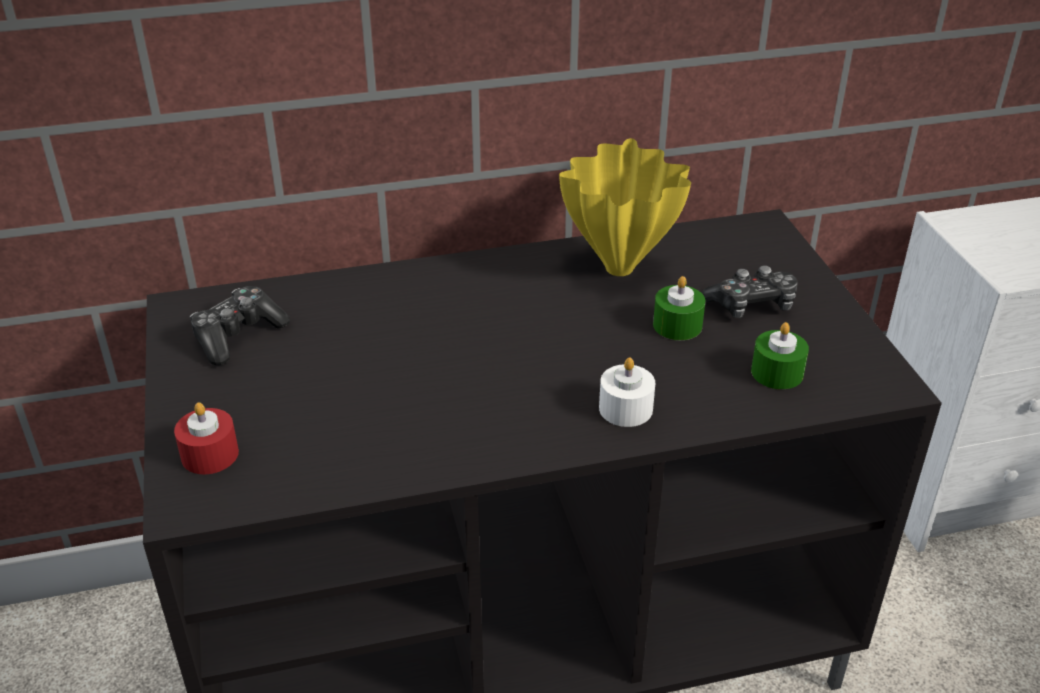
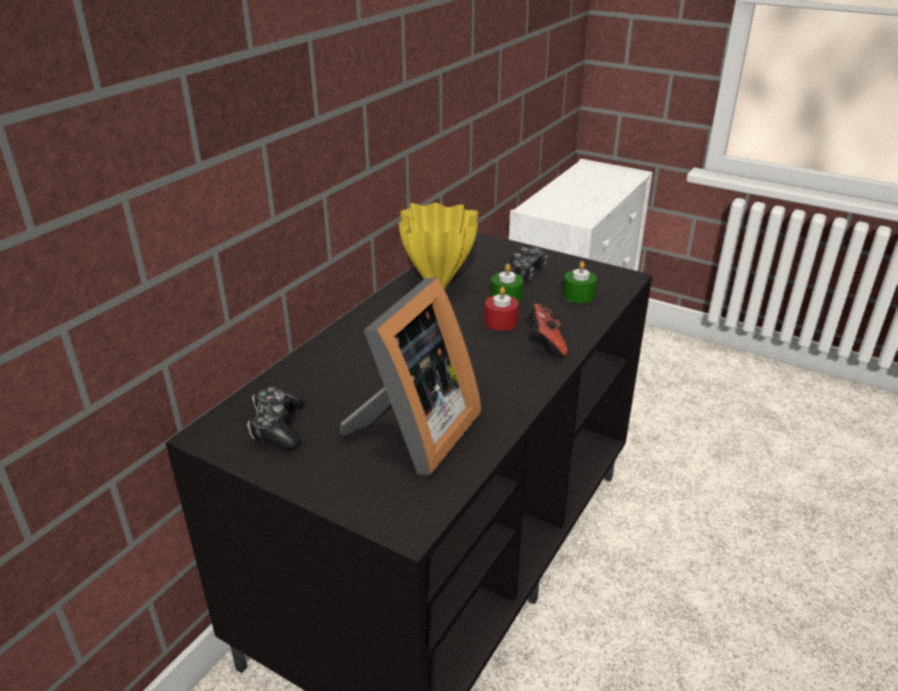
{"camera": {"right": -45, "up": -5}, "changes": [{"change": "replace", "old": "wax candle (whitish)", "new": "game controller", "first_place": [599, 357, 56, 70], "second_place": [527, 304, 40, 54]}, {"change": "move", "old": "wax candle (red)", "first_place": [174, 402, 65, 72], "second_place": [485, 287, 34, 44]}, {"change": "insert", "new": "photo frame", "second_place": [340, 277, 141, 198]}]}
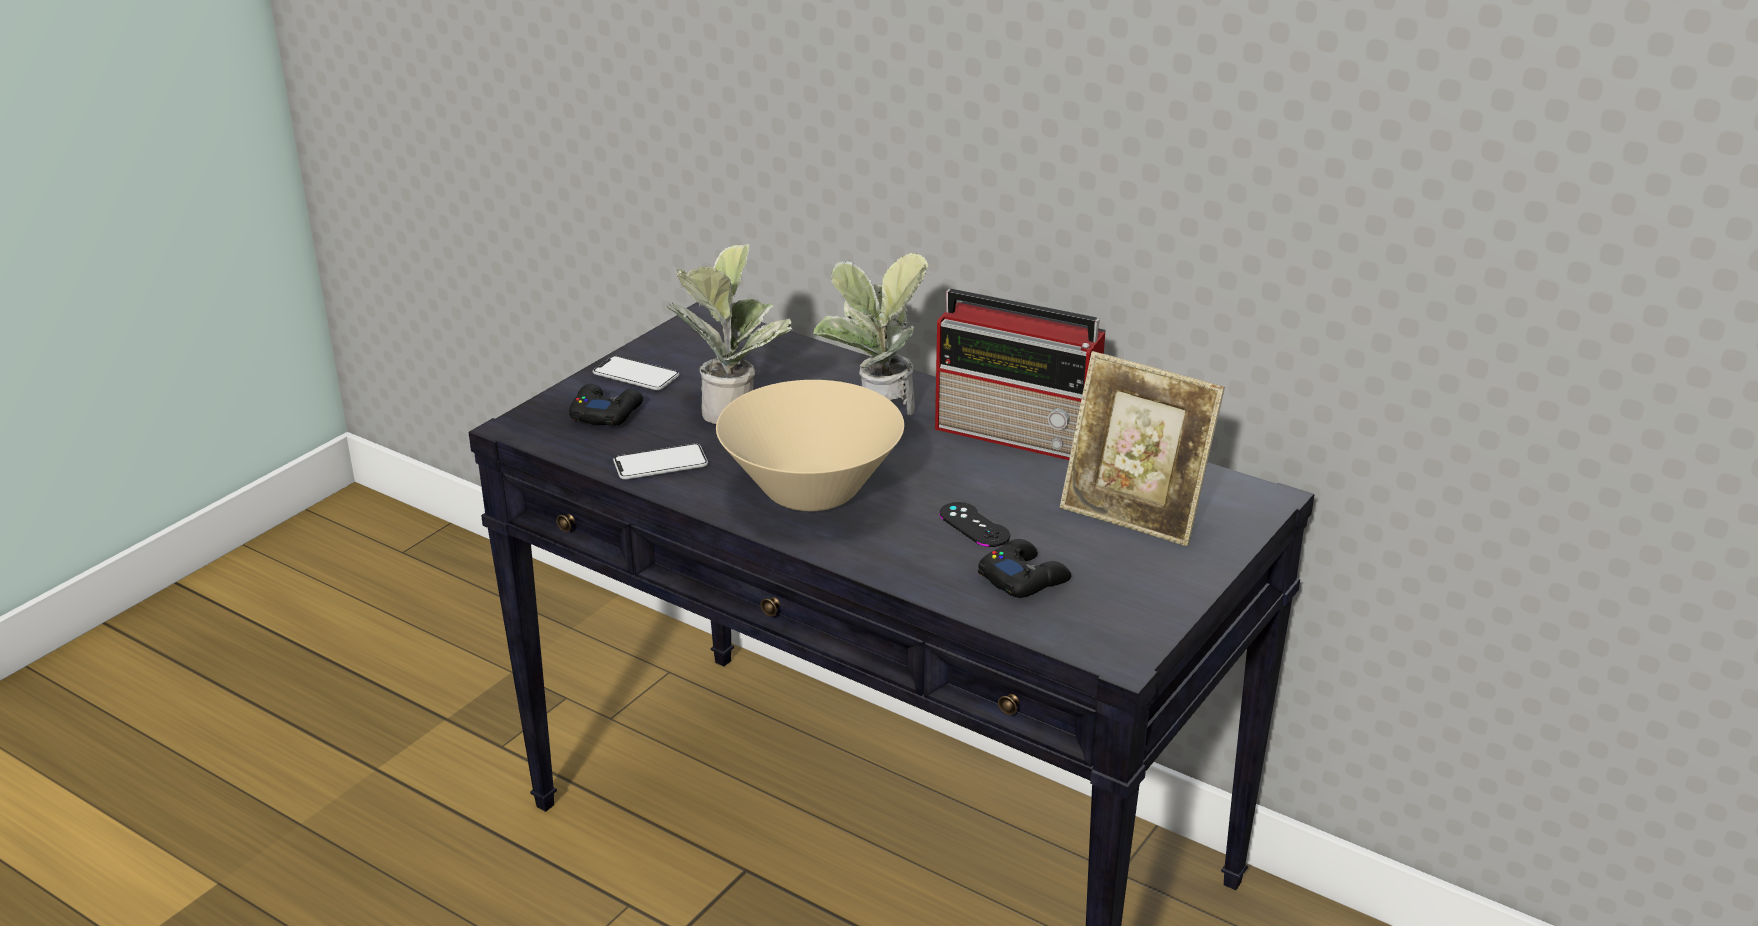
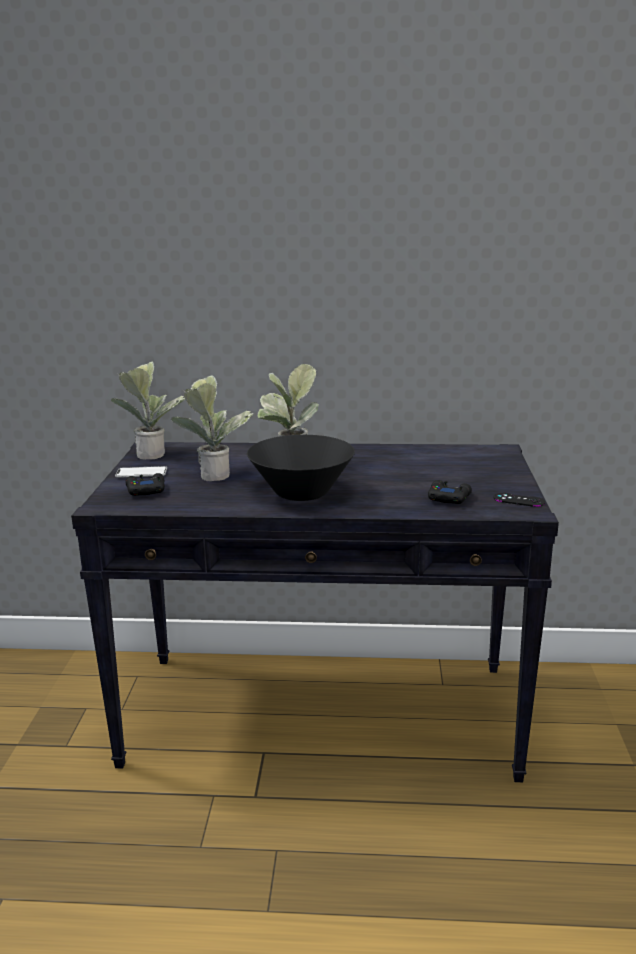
{"camera": {"right": -30, "up": -10}, "changes": [{"change": "delete", "old": "radio receiver", "first_place": [935, 289, 170, 171]}, {"change": "delete", "old": "photo frame", "first_place": [1060, 351, 165, 195]}, {"change": "recolor", "old": "bowl (sand-coloured)", "new": "bowl (black-coloured)", "first_place": [716, 380, 188, 131], "second_place": [247, 435, 108, 66]}, {"change": "delete", "old": "phone", "first_place": [613, 444, 95, 36]}, {"change": "move", "old": "game controller (black-coloured)", "first_place": [940, 502, 70, 45], "second_place": [493, 493, 52, 14]}, {"change": "insert", "new": "plant in a pot", "second_place": [111, 361, 74, 98]}]}
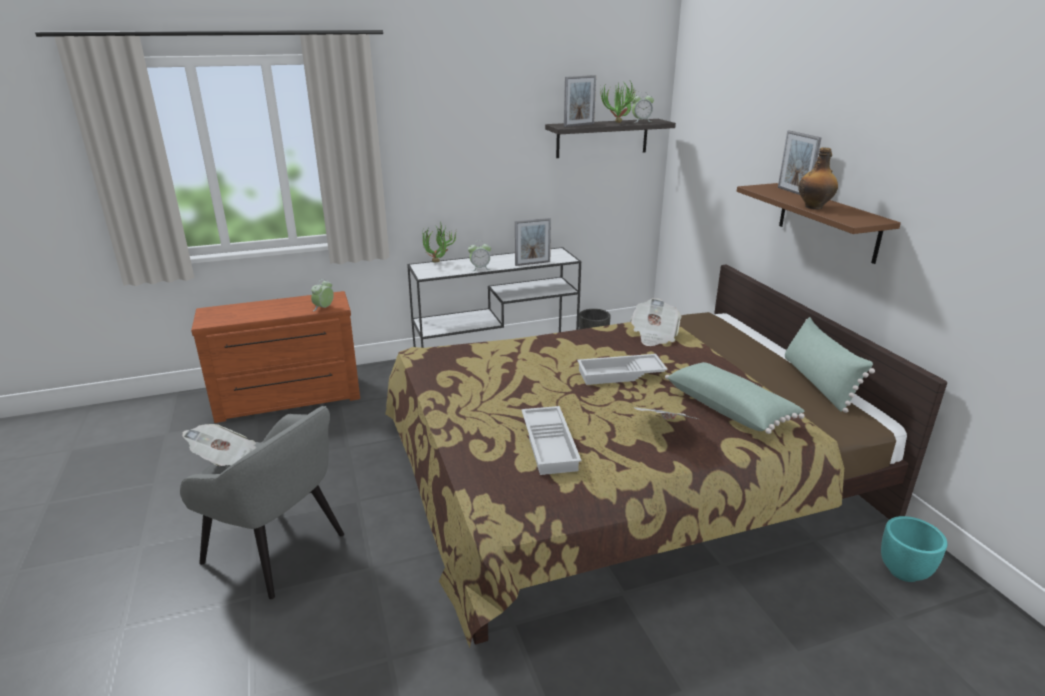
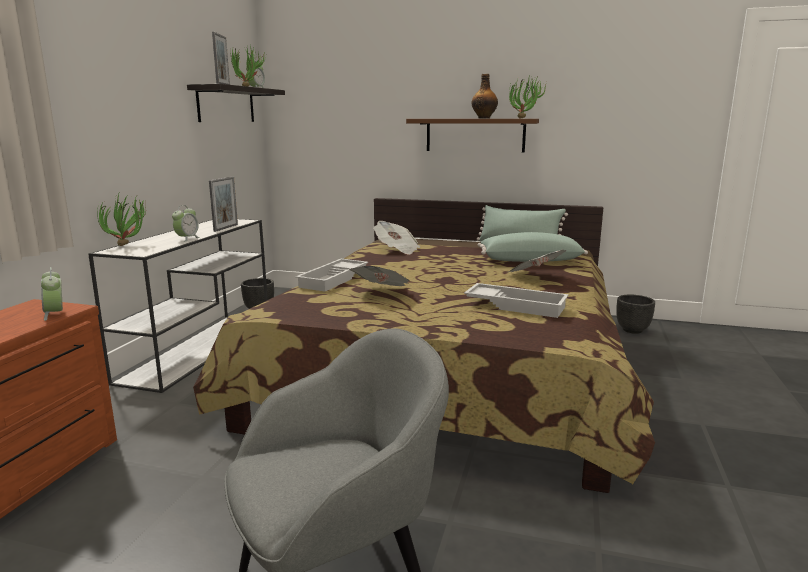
{"camera": {"right": -55, "up": -10}, "changes": [{"change": "delete", "old": "photo frame", "first_place": [778, 130, 44, 65]}, {"change": "move", "old": "carrying tray (whitish)", "first_place": [577, 354, 91, 31], "second_place": [295, 259, 73, 33]}, {"change": "move", "old": "printed paper", "first_place": [182, 424, 74, 42], "second_place": [349, 266, 61, 20]}, {"change": "recolor", "old": "plant pot (turquoise-coloured)", "new": "plant pot (black-coloured)", "first_place": [881, 516, 66, 66], "second_place": [616, 295, 39, 39]}, {"change": "insert", "new": "plant in a pot", "second_place": [509, 74, 37, 45]}]}
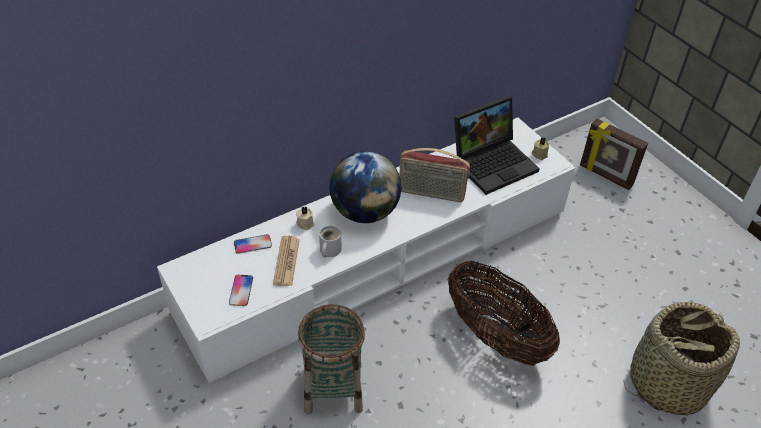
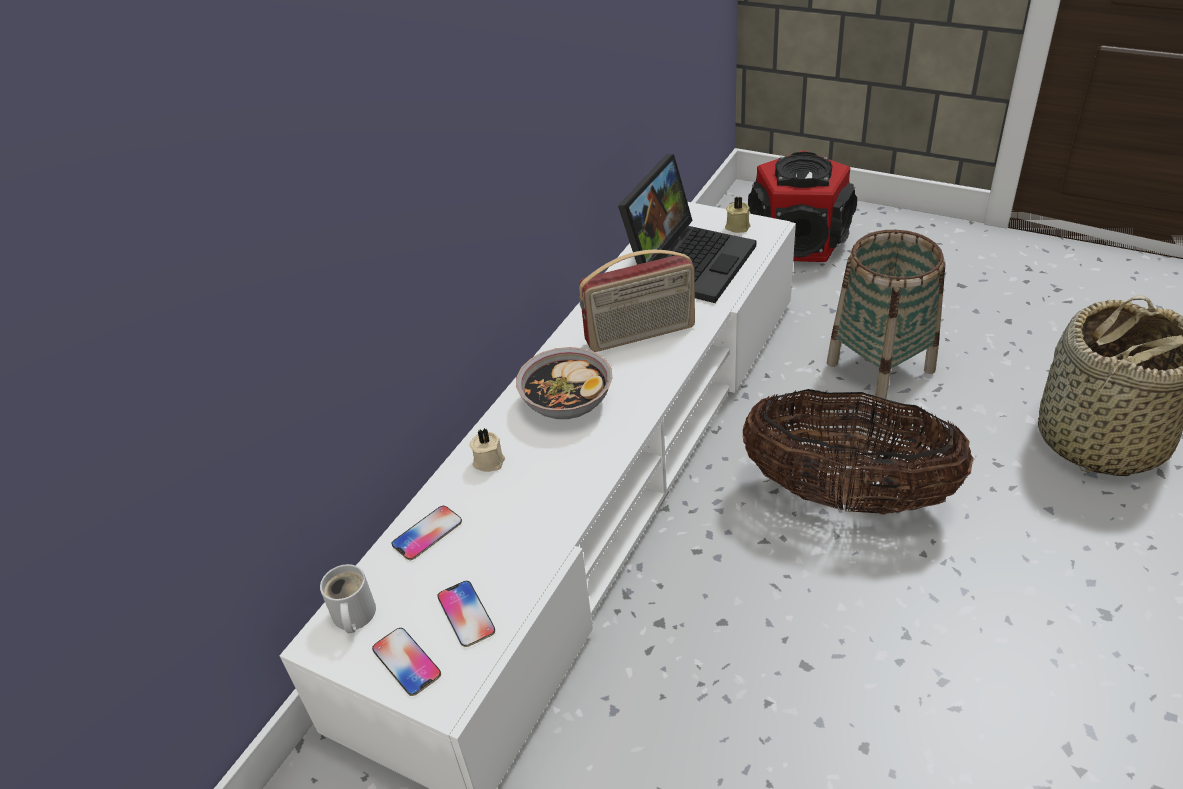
{"camera": {"right": -25, "up": -5}, "changes": [{"change": "replace", "old": "photo frame", "new": "speaker", "first_place": [580, 118, 68, 72], "second_place": [748, 151, 109, 111]}, {"change": "replace", "old": "world globe", "new": "bowl", "first_place": [329, 151, 73, 72], "second_place": [516, 347, 96, 72]}, {"change": "move", "old": "coffee mug (whitish)", "first_place": [319, 225, 22, 33], "second_place": [320, 564, 56, 69]}, {"change": "delete", "old": "printed paper", "first_place": [273, 236, 27, 50]}, {"change": "move", "old": "household basket", "first_place": [298, 304, 67, 111], "second_place": [827, 230, 119, 172]}, {"change": "insert", "new": "phone", "second_place": [372, 628, 69, 68]}]}
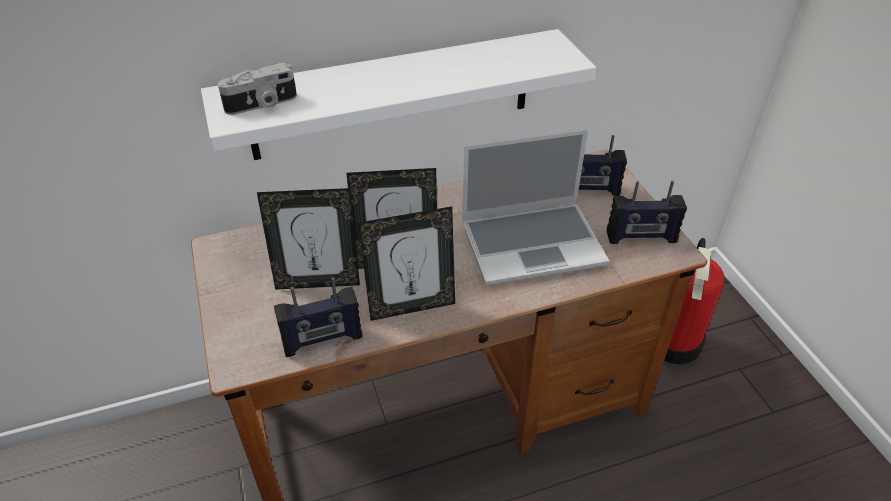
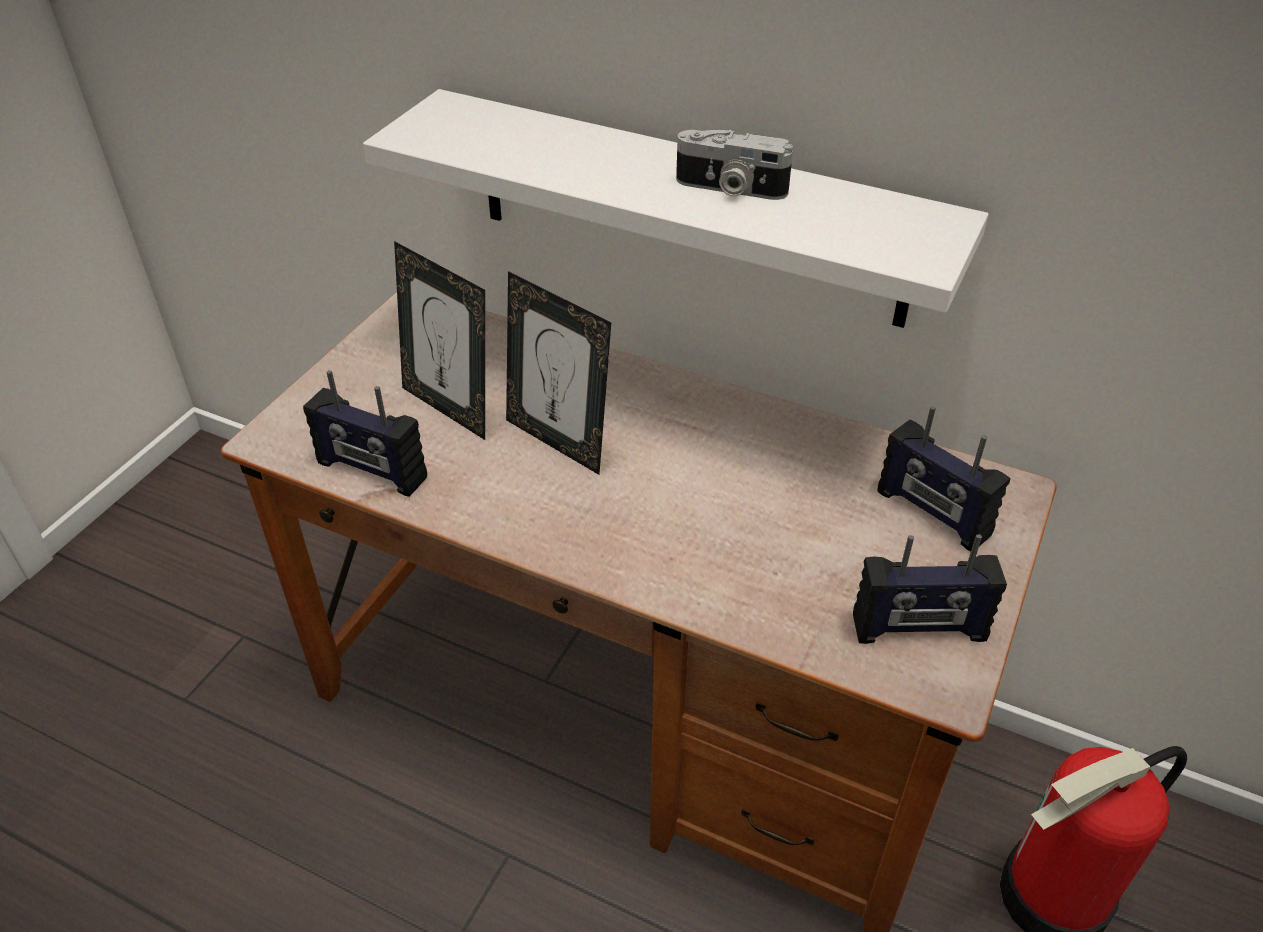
{"camera": {"right": 45, "up": 0}, "changes": [{"change": "move", "old": "still camera", "first_place": [218, 63, 79, 52], "second_place": [676, 130, 117, 70]}, {"change": "delete", "old": "notebook computer", "first_place": [462, 129, 147, 157]}, {"change": "rotate", "old": "radio receiver", "first_place": [607, 181, 80, 63], "second_place": [853, 534, 154, 110], "degrees": -45}, {"change": "delete", "old": "photo frame", "first_place": [358, 206, 97, 115]}]}
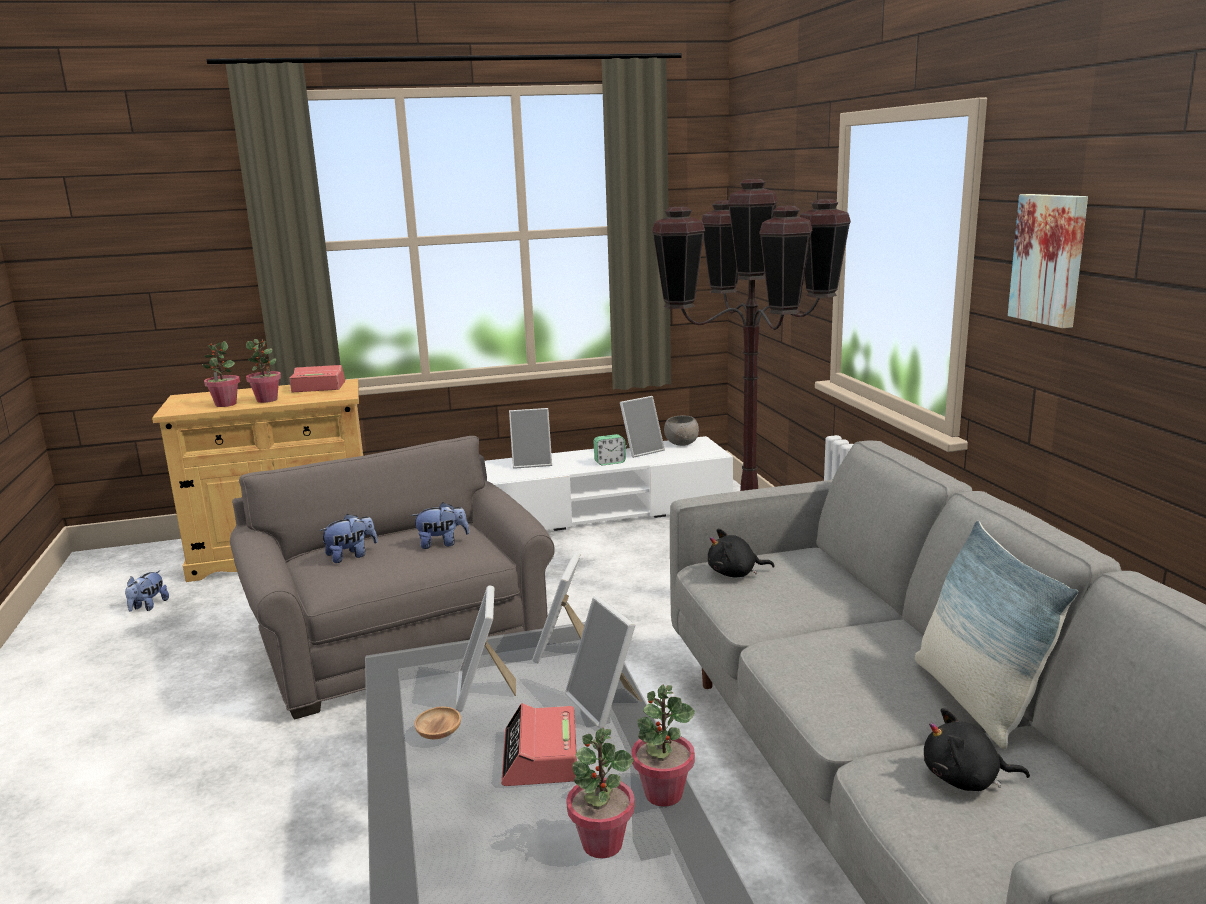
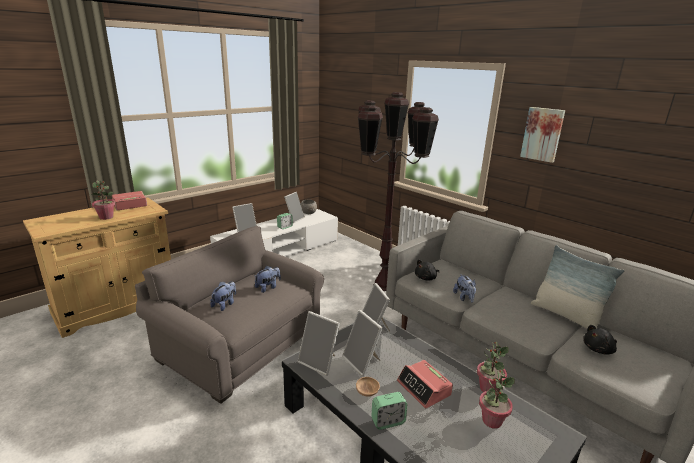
{"camera": {"right": -30, "up": 5}, "changes": [{"change": "delete", "old": "plant in a pot", "first_place": [202, 341, 38, 66]}, {"change": "move", "old": "soft toy", "first_place": [125, 570, 44, 42], "second_place": [453, 274, 23, 29]}, {"change": "move", "old": "photo frame", "first_place": [565, 596, 77, 133], "second_place": [298, 311, 42, 65]}, {"change": "insert", "new": "table clock", "second_place": [371, 392, 36, 38]}]}
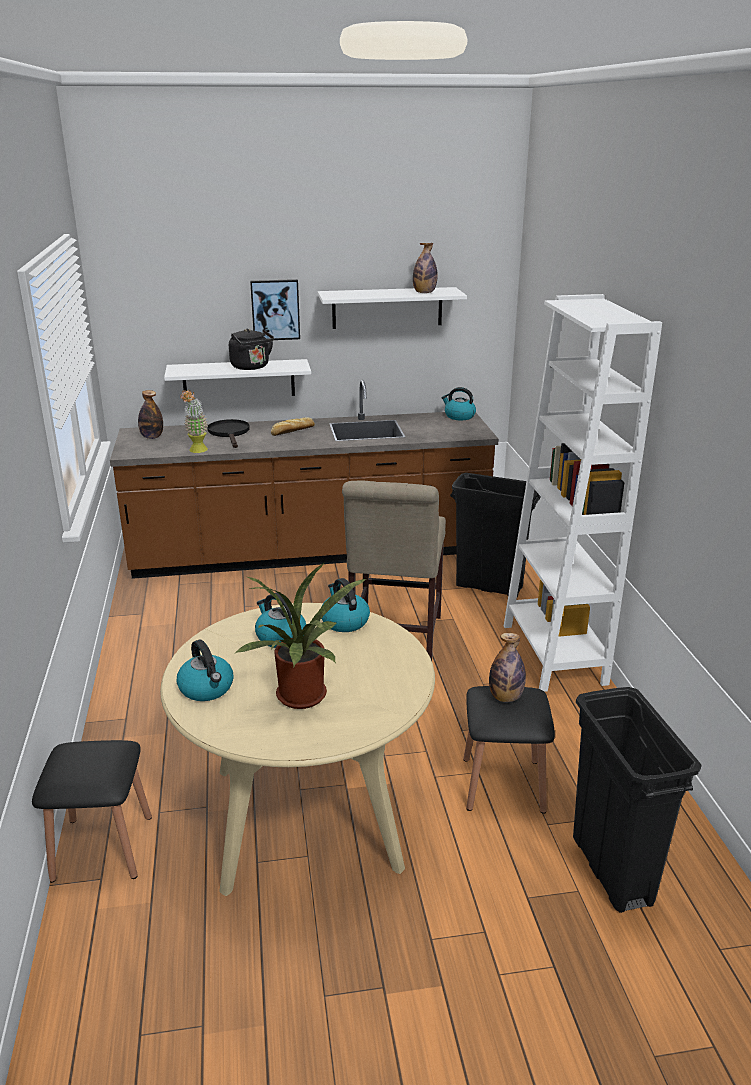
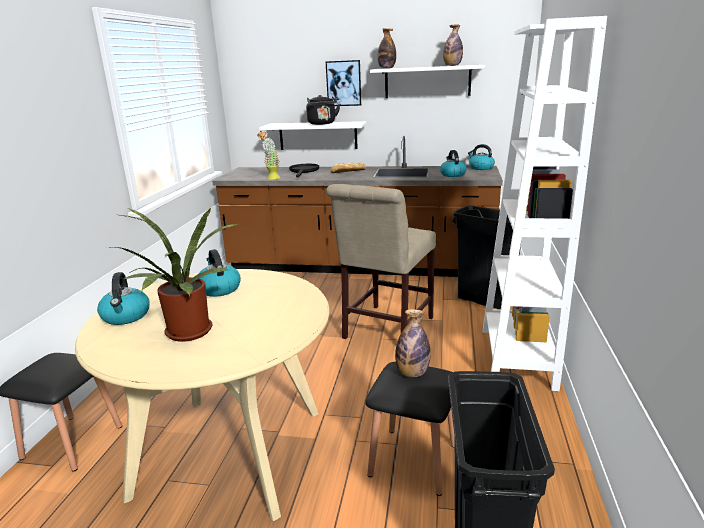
{"camera": {"right": 20, "up": -5}, "changes": [{"change": "move", "old": "drink bottle", "first_place": [138, 390, 25, 49], "second_place": [377, 28, 19, 41]}, {"change": "move", "old": "tea kettle", "first_place": [321, 578, 49, 54], "second_place": [440, 150, 26, 27]}]}
